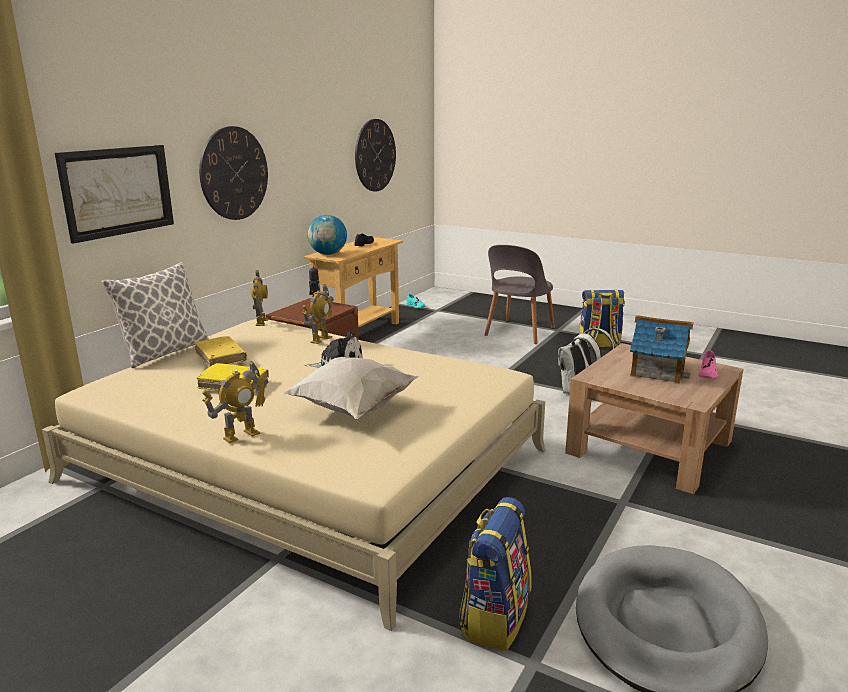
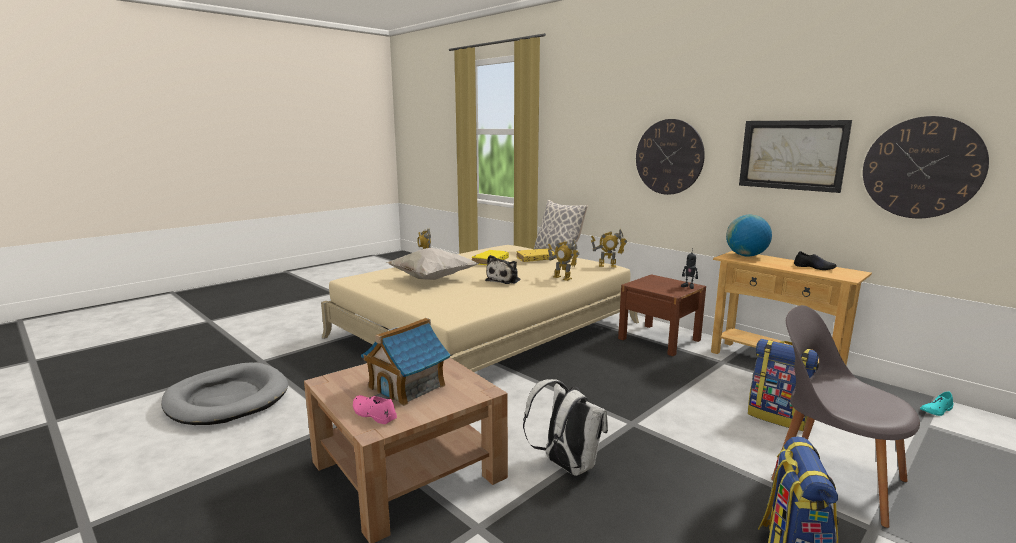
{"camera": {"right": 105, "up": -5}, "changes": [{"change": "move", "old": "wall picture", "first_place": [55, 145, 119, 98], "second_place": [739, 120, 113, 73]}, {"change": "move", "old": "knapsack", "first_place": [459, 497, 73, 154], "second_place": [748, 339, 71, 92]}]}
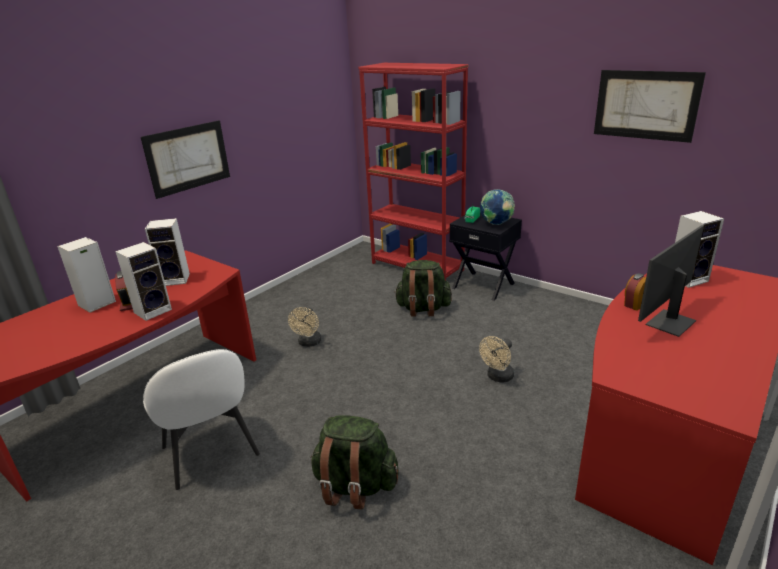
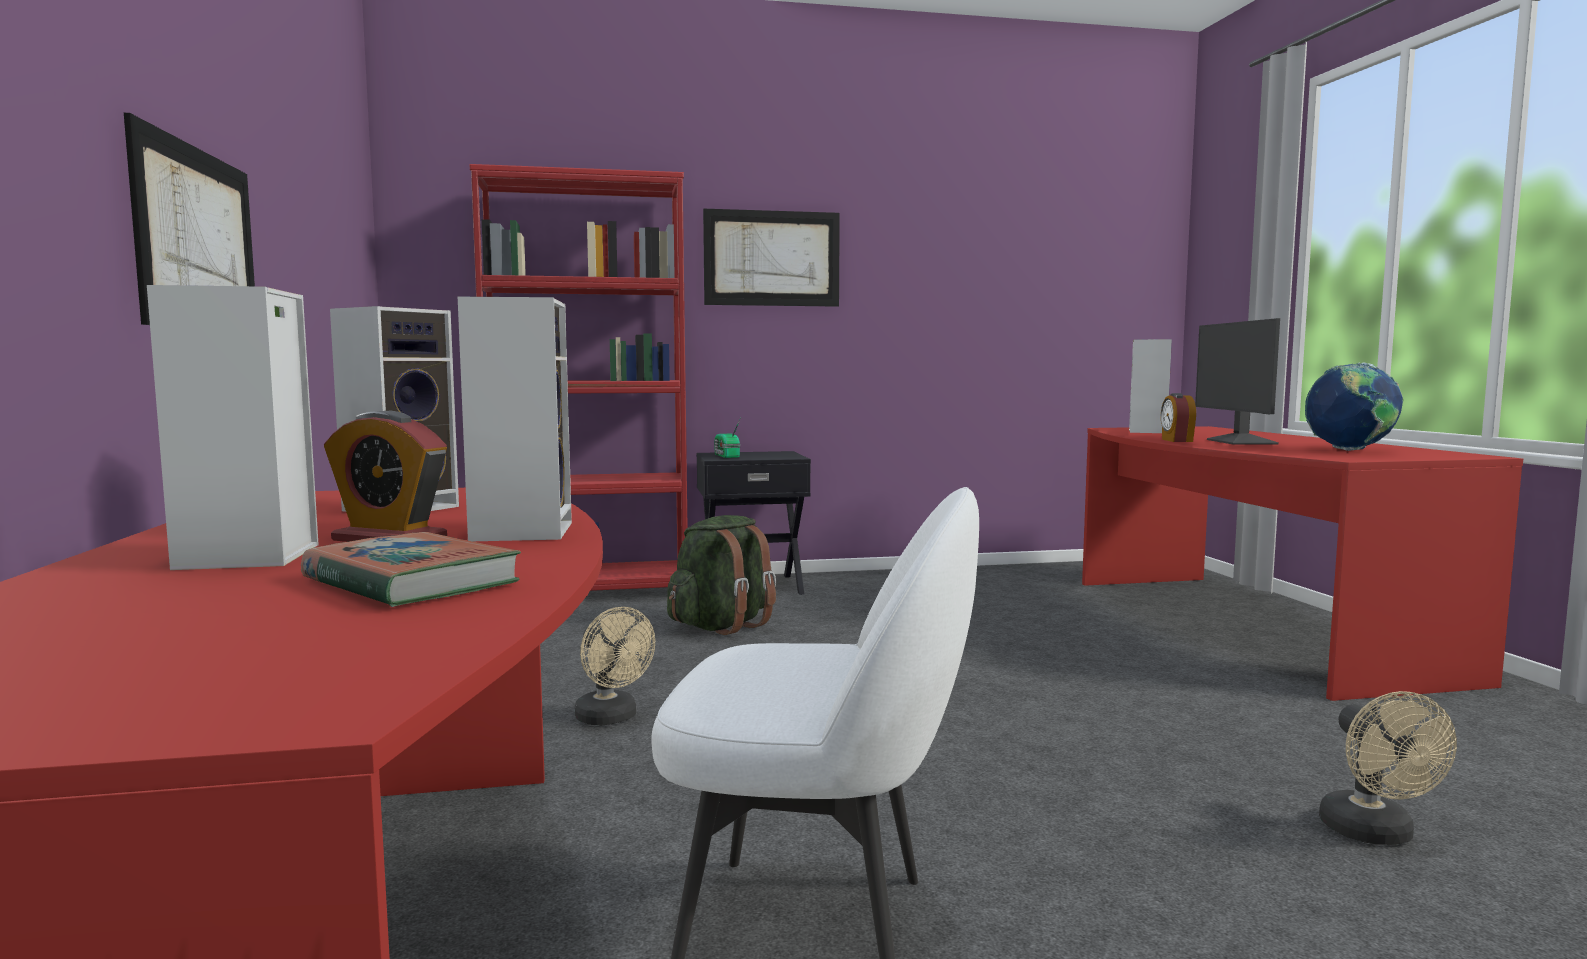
{"camera": {"right": -50, "up": -20}, "changes": [{"change": "move", "old": "wall picture", "first_place": [594, 70, 112, 73], "second_place": [703, 209, 137, 98]}, {"change": "move", "old": "world globe", "first_place": [480, 189, 35, 36], "second_place": [1305, 362, 98, 89]}, {"change": "move", "old": "cooling fan (sand-coloured)", "first_place": [479, 336, 35, 47], "second_place": [1319, 691, 138, 154]}, {"change": "delete", "old": "knapsack (green-coloured)", "first_place": [310, 415, 89, 94]}, {"change": "insert", "new": "book", "second_place": [301, 532, 220, 75]}]}
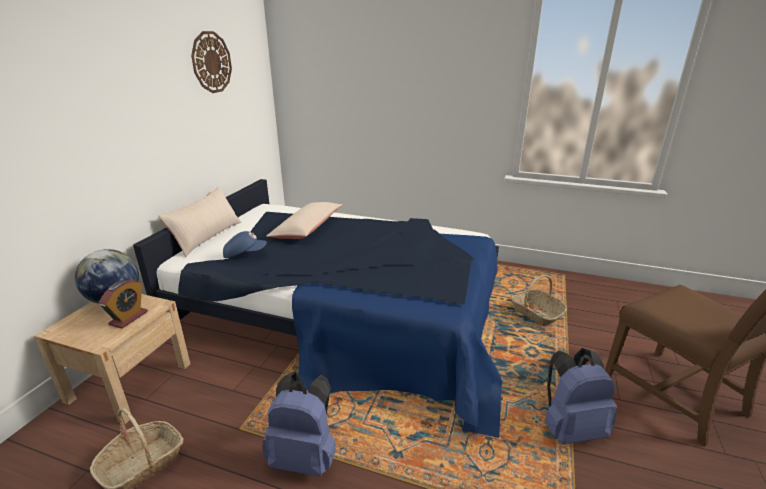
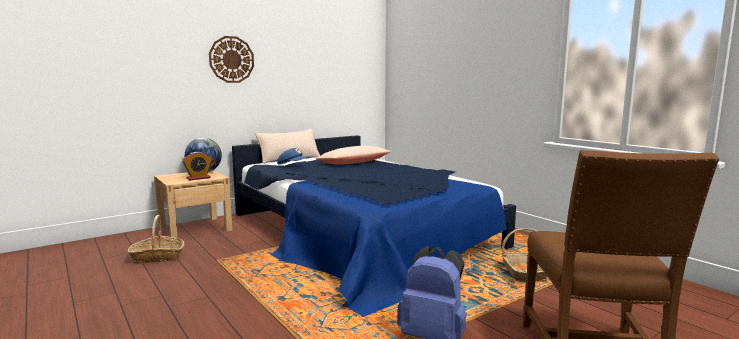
{"camera": {"right": 35, "up": -15}, "changes": [{"change": "move", "old": "clock on the wall", "first_place": [191, 31, 41, 62], "second_place": [209, 36, 45, 47]}, {"change": "delete", "old": "knapsack (blue-coloured)", "first_place": [262, 371, 74, 106]}]}
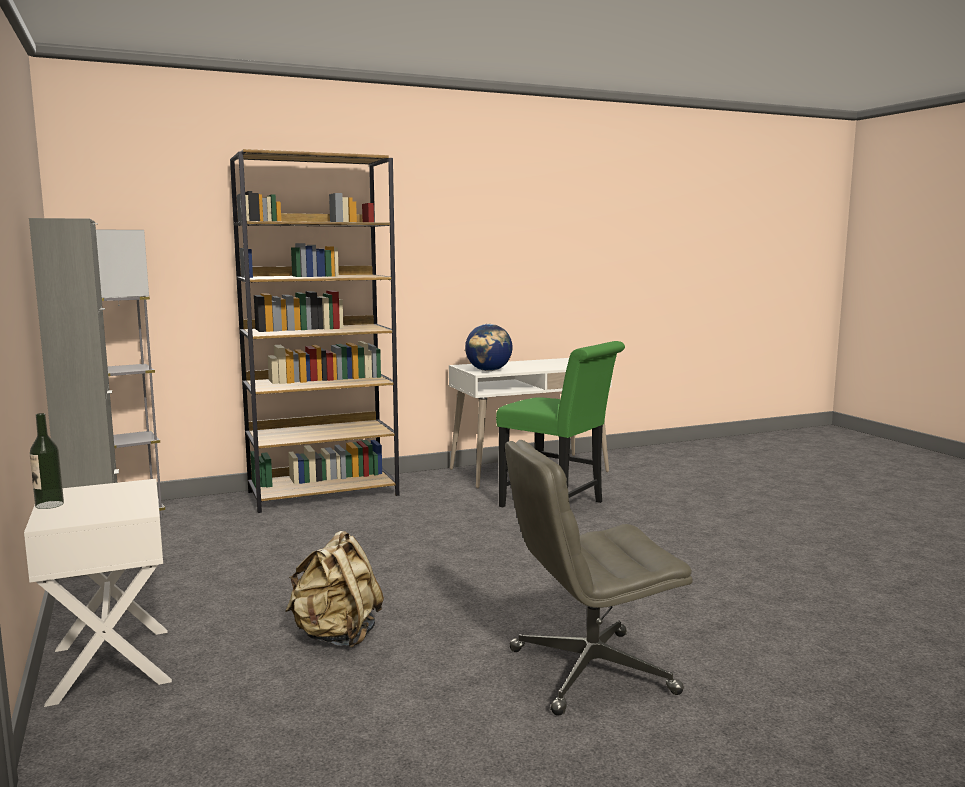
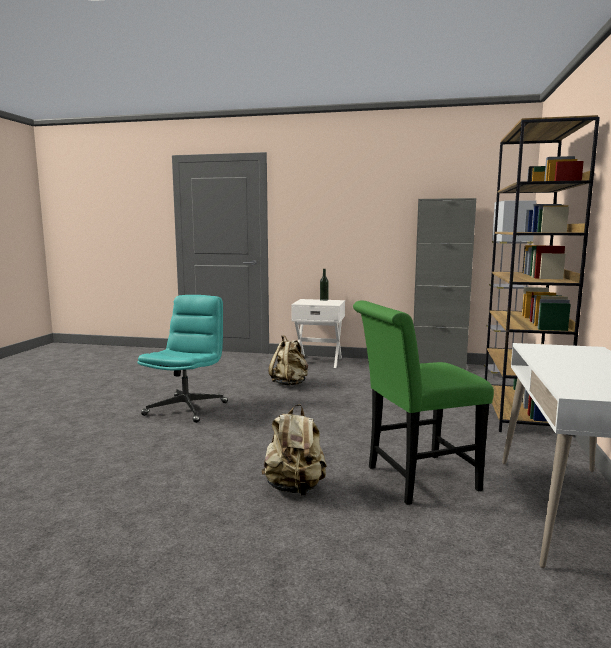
{"camera": {"right": 125, "up": 0}, "changes": [{"change": "delete", "old": "world globe", "first_place": [465, 324, 48, 47]}, {"change": "recolor", "old": "office chair (gray)", "new": "office chair (turquoise-coloured)", "first_place": [505, 440, 187, 276], "second_place": [137, 295, 91, 128]}, {"change": "insert", "new": "knapsack (sand-coloured)", "second_place": [262, 404, 65, 92]}]}
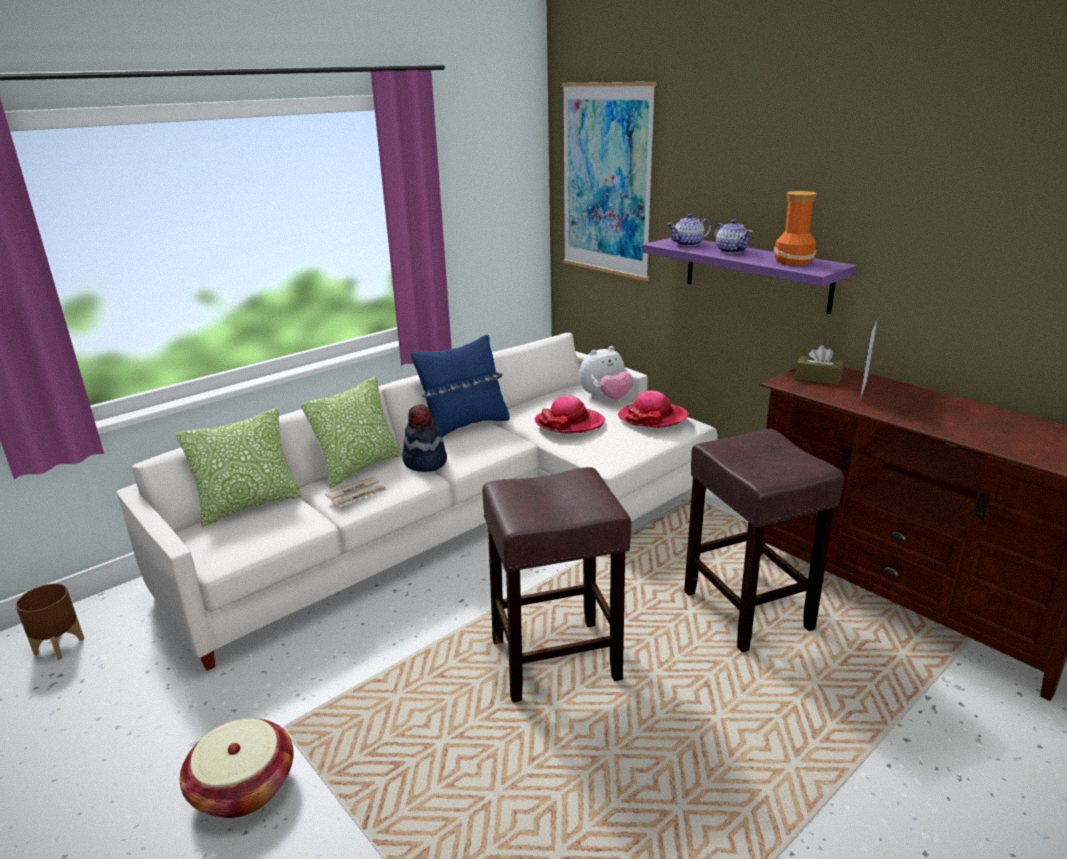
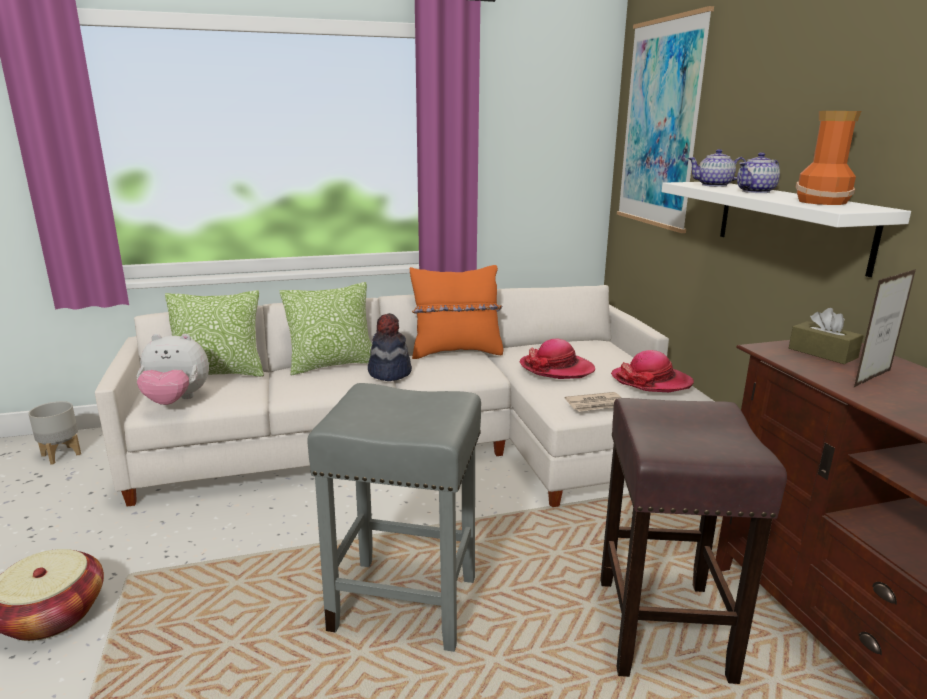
{"camera": {"right": 25, "up": -5}, "changes": [{"change": "rotate", "old": "teapot", "first_place": [714, 220, 39, 34], "second_place": [737, 152, 43, 41], "degrees": 60}, {"change": "recolor", "old": "wall shelf (purple)", "new": "wall shelf (whitish)", "first_place": [642, 238, 215, 76], "second_place": [662, 182, 249, 95]}, {"change": "recolor", "old": "throw pillow (blue-coloured)", "new": "throw pillow (orange-coloured)", "first_place": [411, 335, 99, 102], "second_place": [410, 265, 93, 94]}, {"change": "move", "old": "soft toy", "first_place": [579, 346, 54, 54], "second_place": [137, 334, 72, 71]}, {"change": "recolor", "old": "stool (brownish)", "new": "stool (gray)", "first_place": [482, 467, 149, 235], "second_place": [307, 383, 174, 269]}, {"change": "move", "old": "printed paper", "first_place": [325, 477, 62, 30], "second_place": [565, 392, 57, 20]}, {"change": "recolor", "old": "plant pot (brownish)", "new": "plant pot (gray)", "first_place": [15, 583, 69, 77], "second_place": [28, 401, 53, 64]}]}
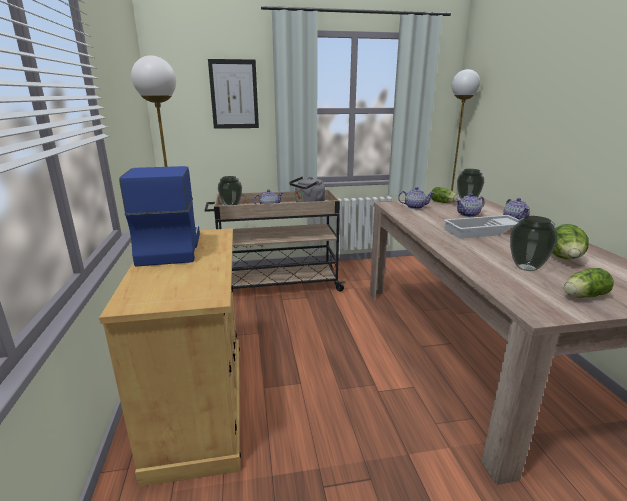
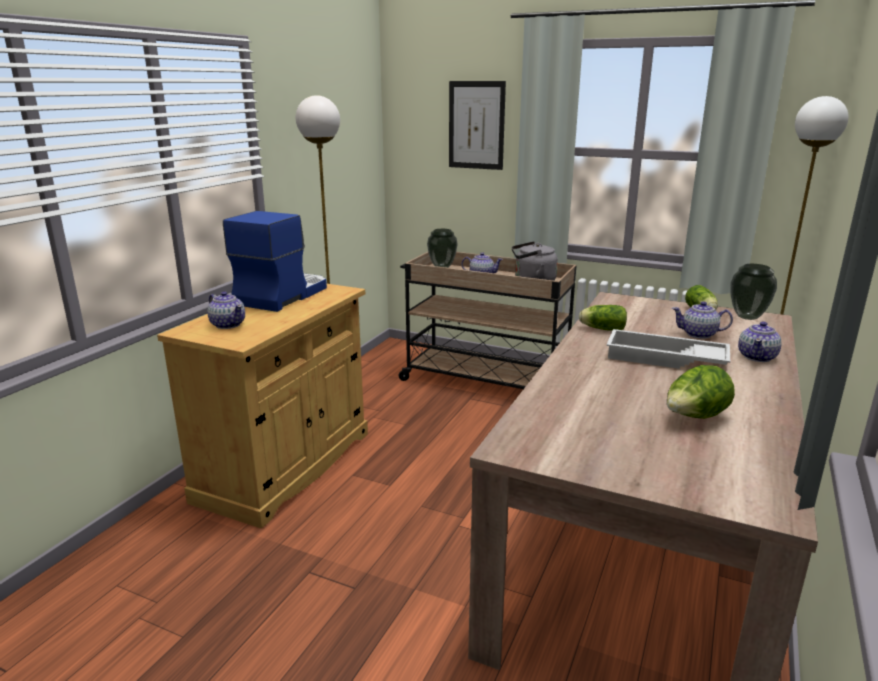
{"camera": {"right": 35, "up": 0}, "changes": [{"change": "move", "old": "teapot", "first_place": [398, 187, 36, 22], "second_place": [207, 291, 38, 38]}, {"change": "delete", "old": "decorative vase", "first_place": [510, 216, 48, 55]}, {"change": "move", "old": "head of lettuce", "first_place": [564, 268, 50, 30], "second_place": [579, 305, 48, 26]}]}
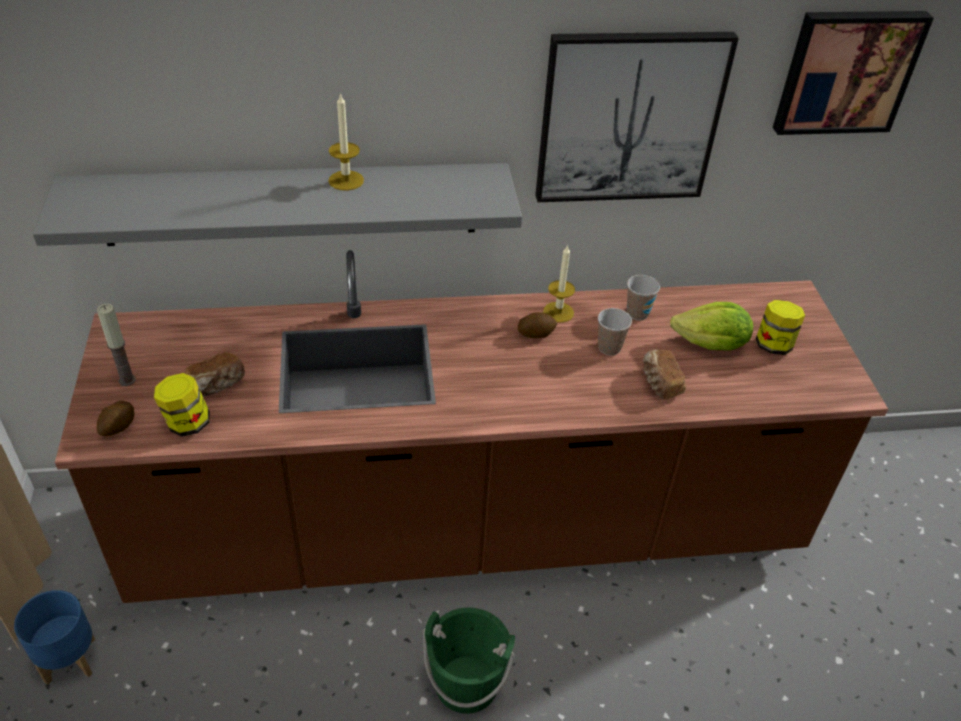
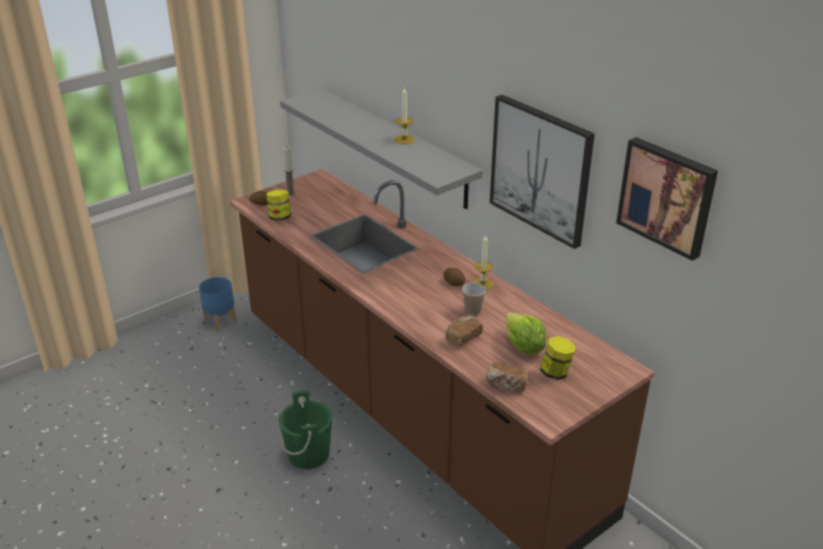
{"camera": {"right": 60, "up": -10}, "changes": [{"change": "delete", "old": "cup", "first_place": [627, 275, 33, 46]}, {"change": "move", "old": "bread", "first_place": [184, 352, 61, 45], "second_place": [486, 362, 41, 29]}]}
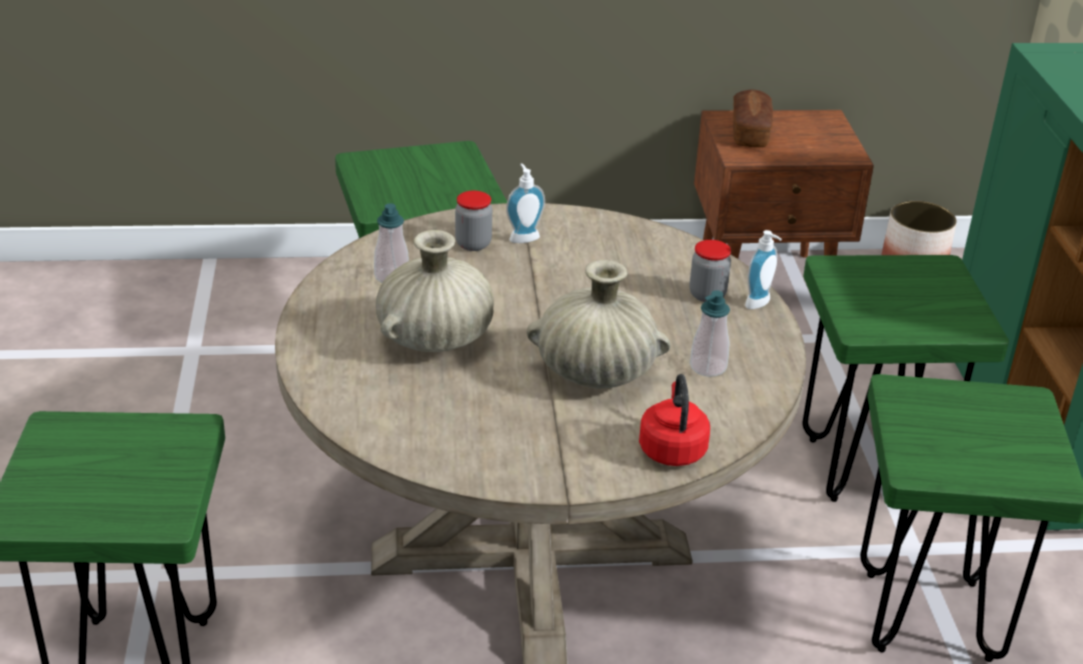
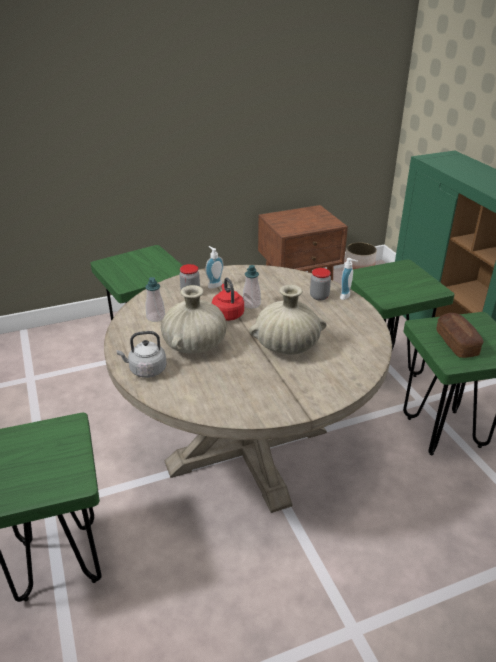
{"camera": {"right": -15, "up": 0}, "changes": [{"change": "move", "old": "bread", "first_place": [733, 89, 40, 58], "second_place": [436, 313, 48, 45]}, {"change": "move", "old": "soap dispenser", "first_place": [690, 290, 40, 87], "second_place": [243, 265, 18, 43]}, {"change": "move", "old": "tea kettle (red)", "first_place": [639, 374, 71, 92], "second_place": [212, 277, 32, 44]}, {"change": "insert", "new": "tea kettle (gray)", "second_place": [116, 331, 51, 47]}]}
